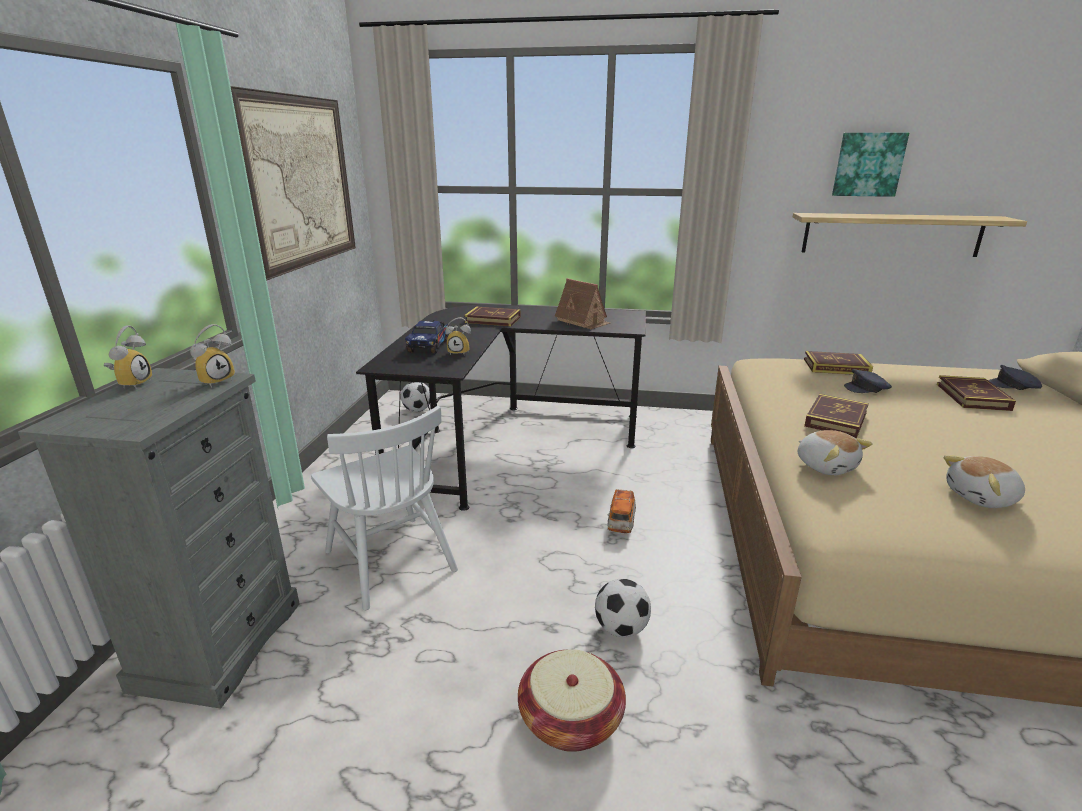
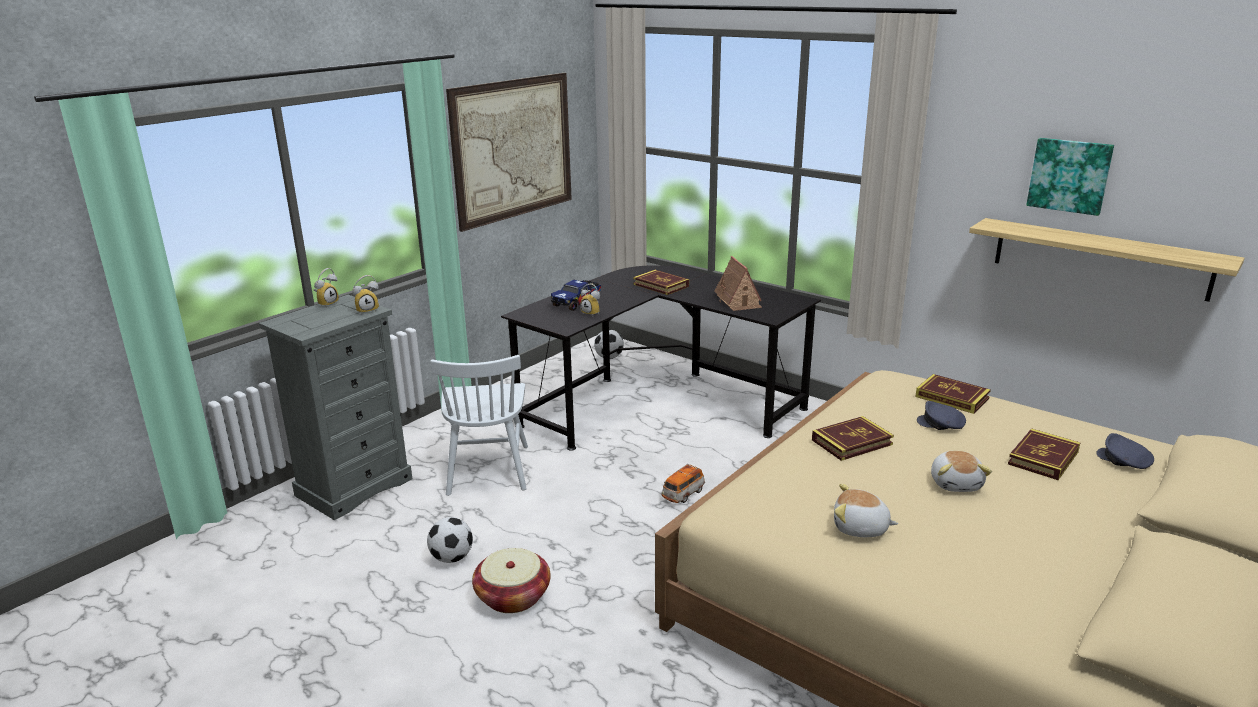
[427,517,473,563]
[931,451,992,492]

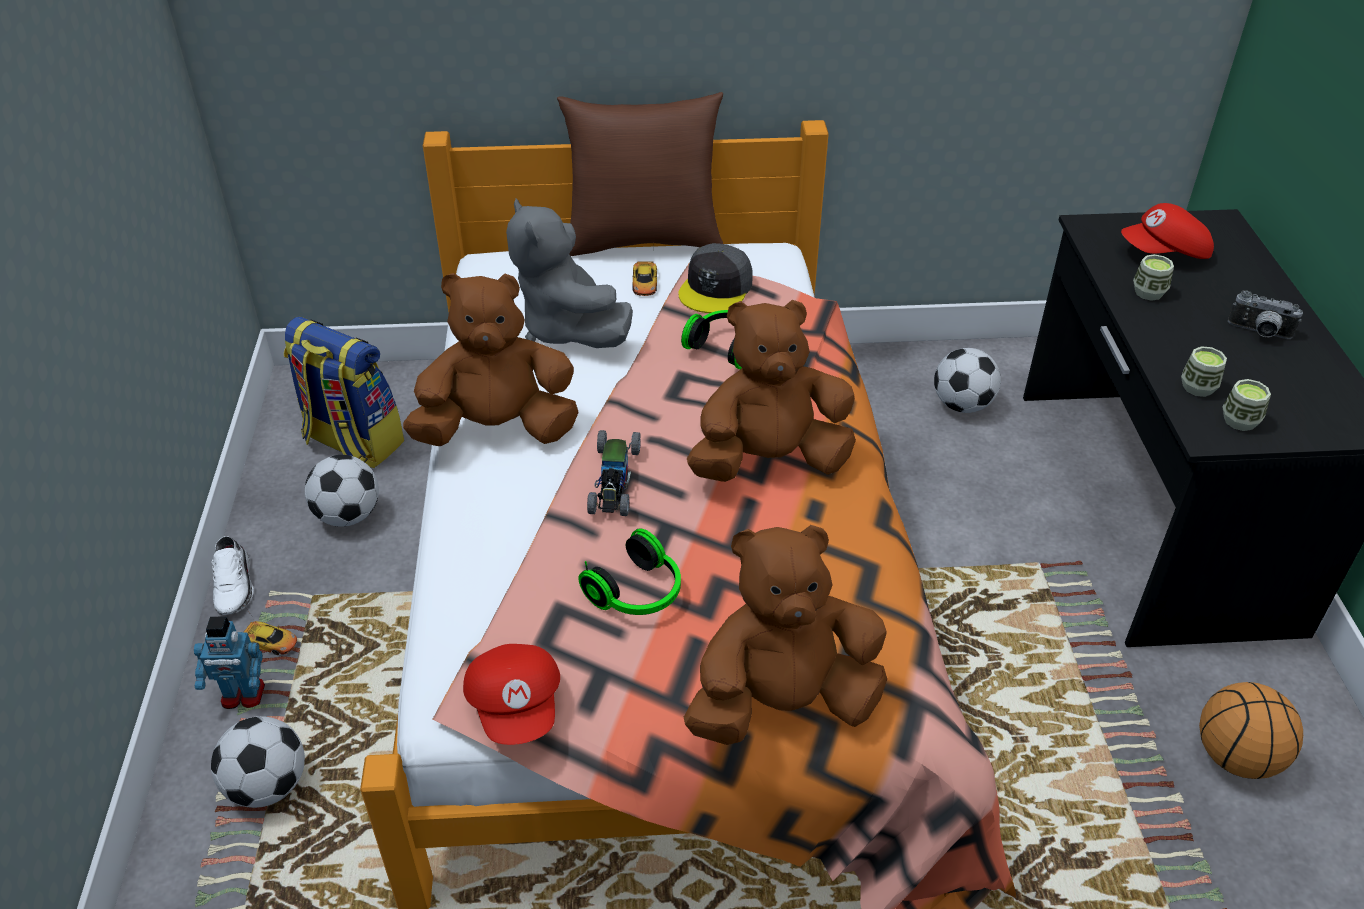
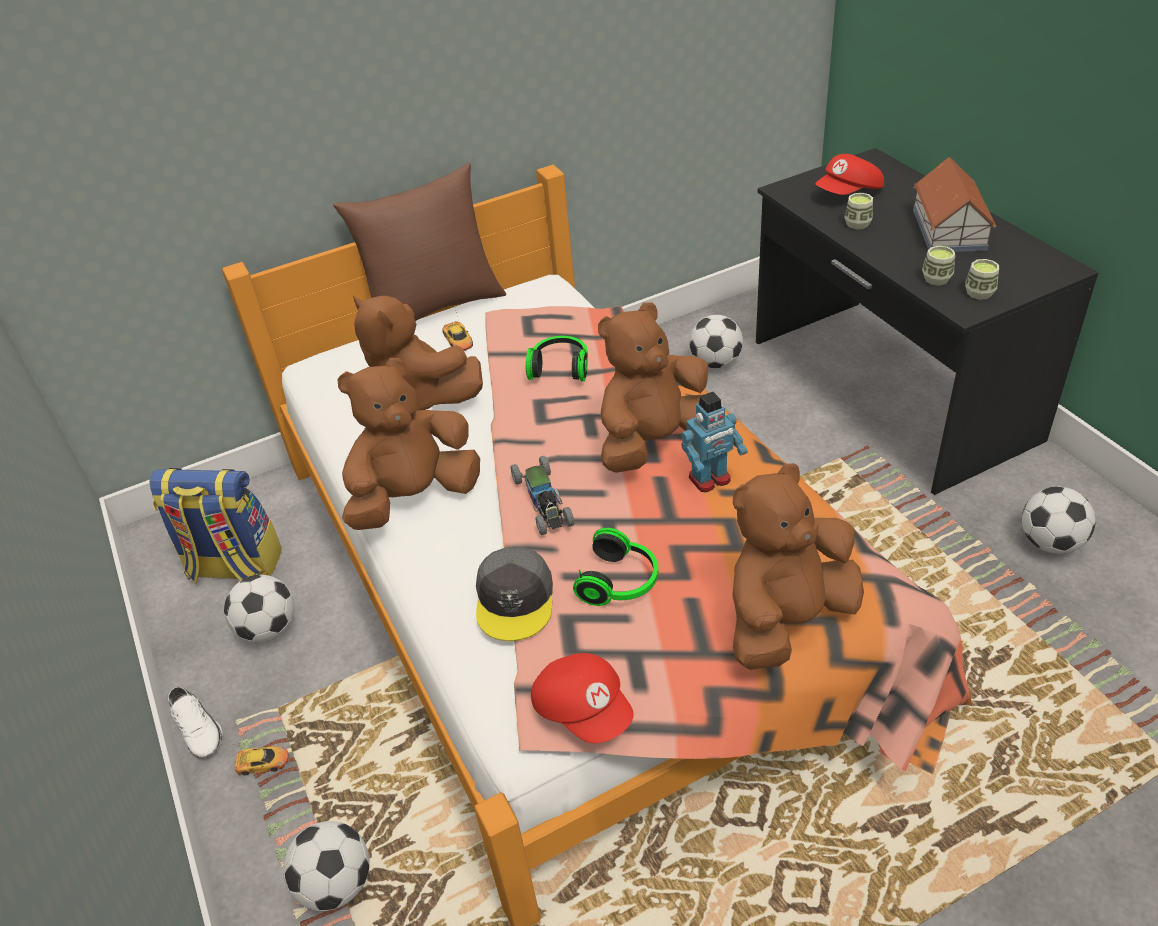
[681,392,748,492]
[353,296,483,410]
[476,547,553,641]
[1022,487,1096,554]
[913,157,996,252]

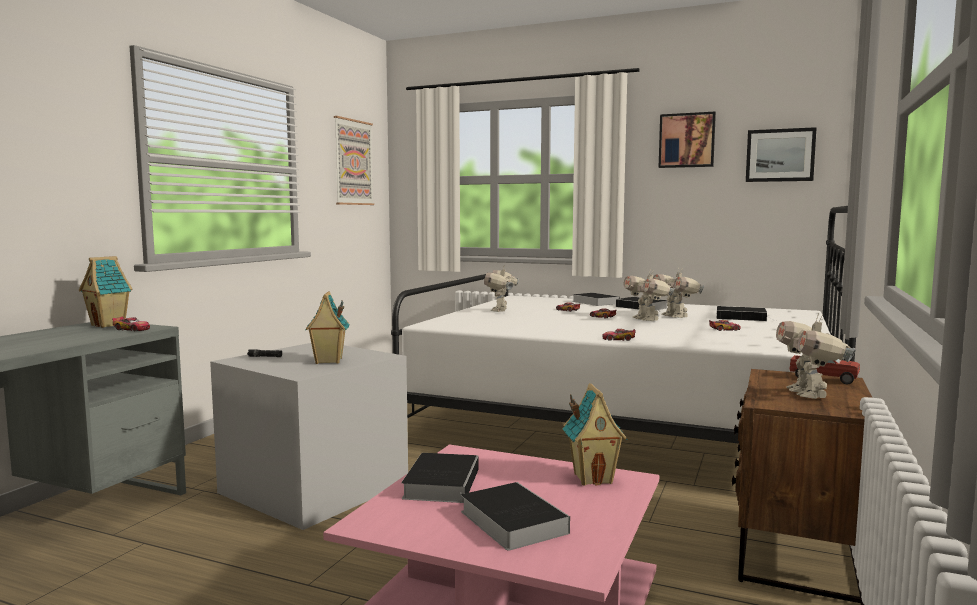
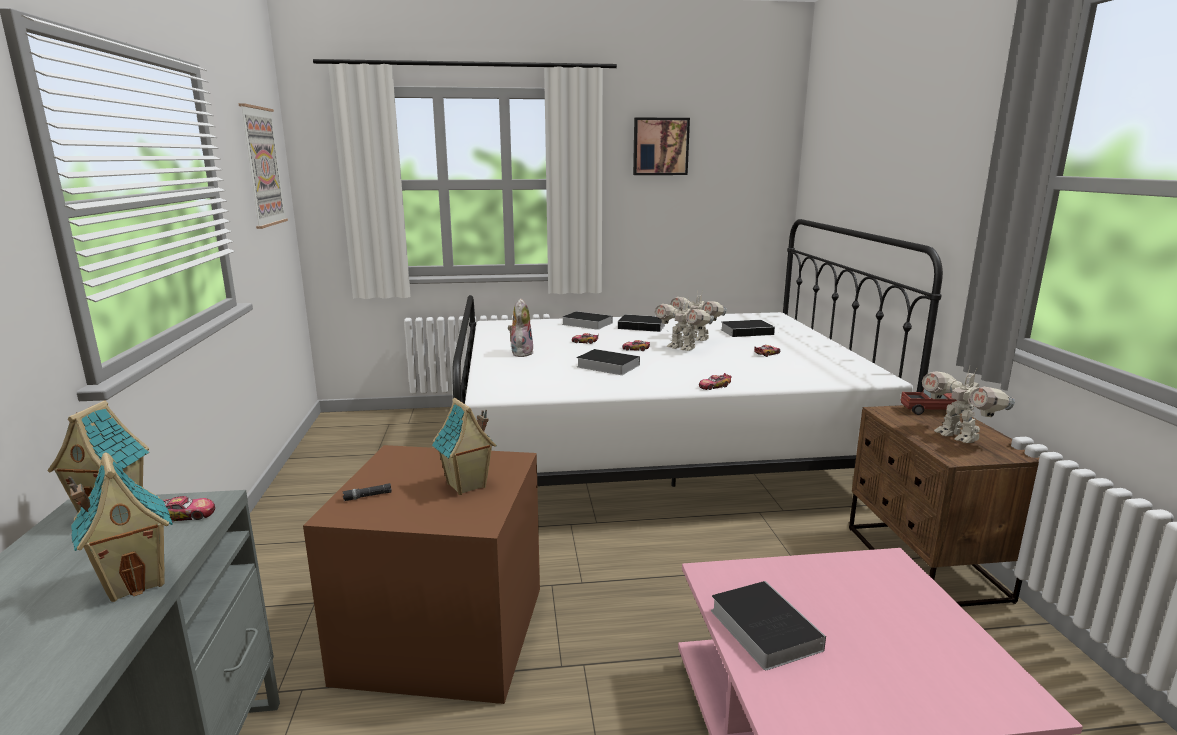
[303,445,540,704]
[576,349,640,375]
[508,299,533,357]
[68,453,173,602]
[746,127,817,182] (first image)

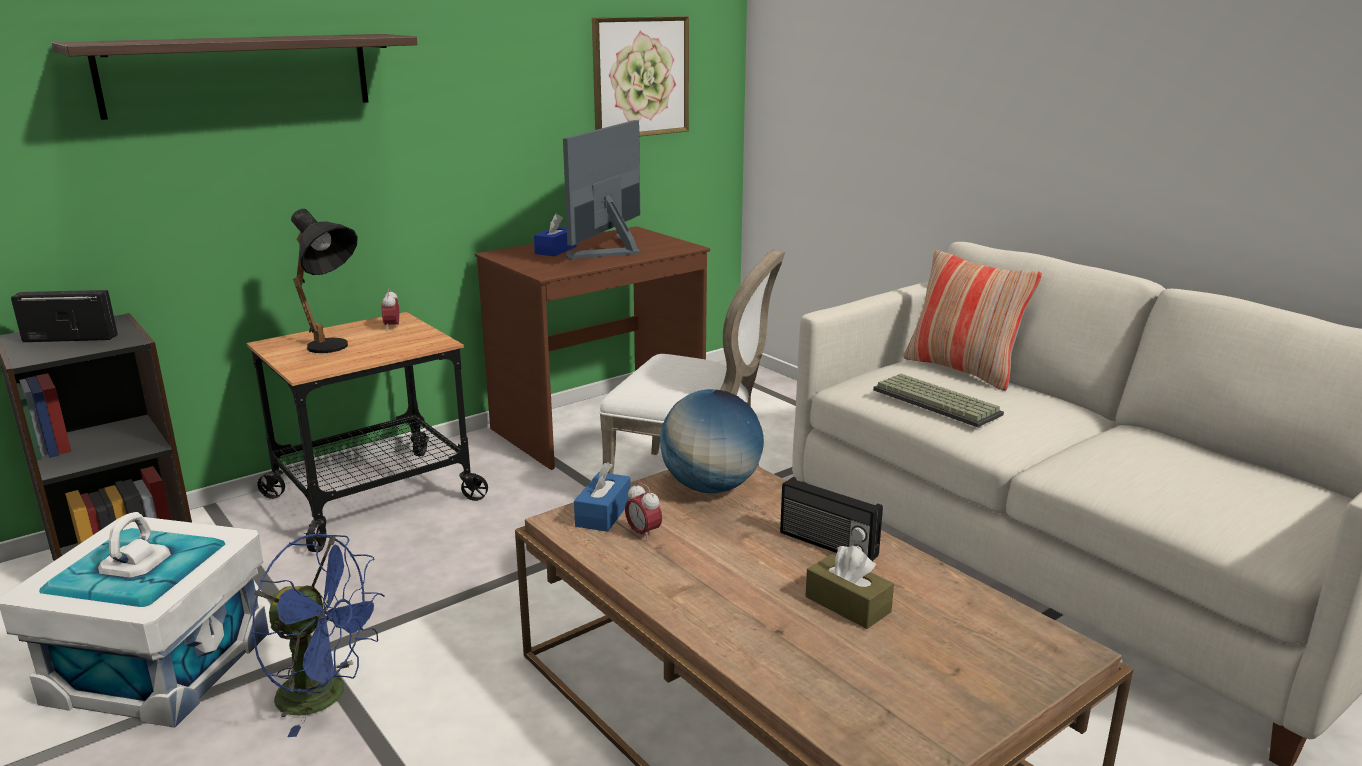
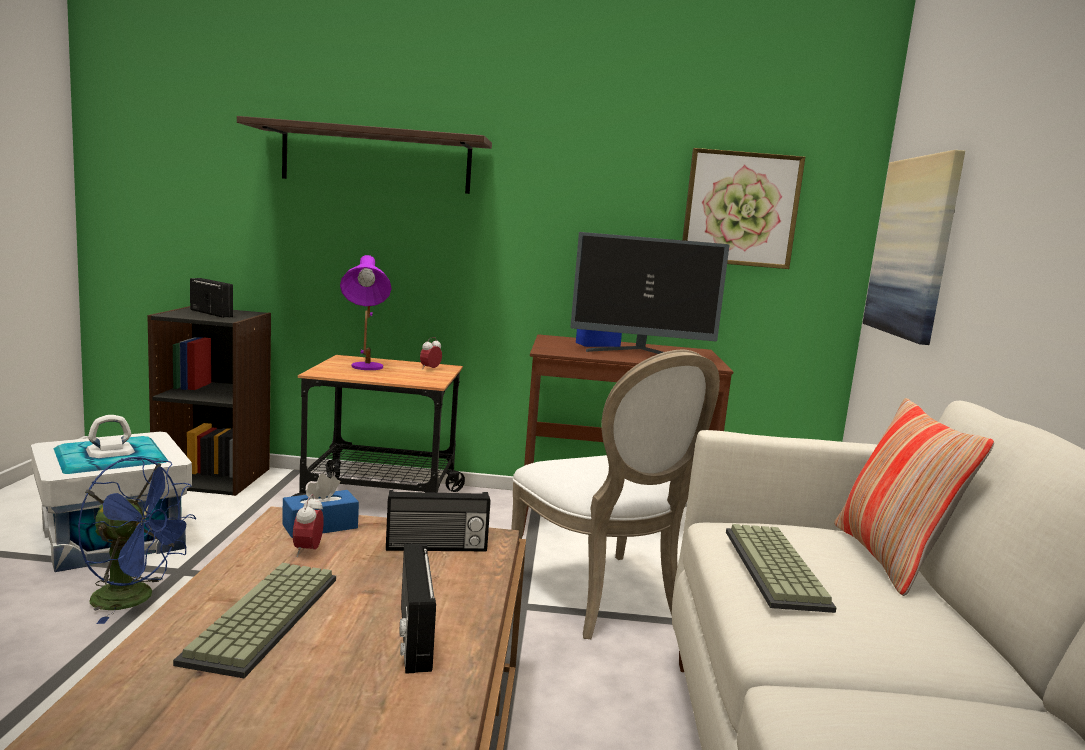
[77,457,196,624]
[340,255,392,370]
[570,232,730,354]
[386,490,490,551]
[805,545,894,629] (first image)
[173,563,336,678]
[863,150,965,345]

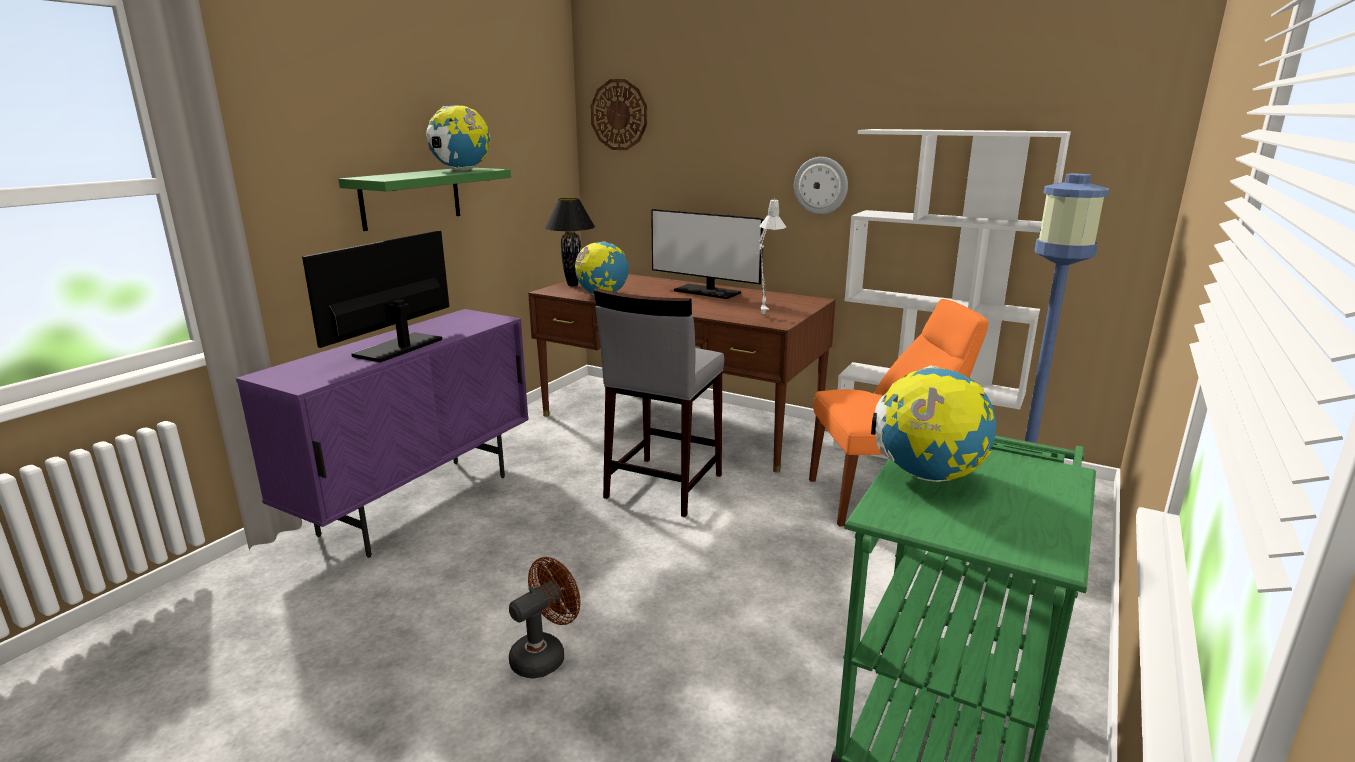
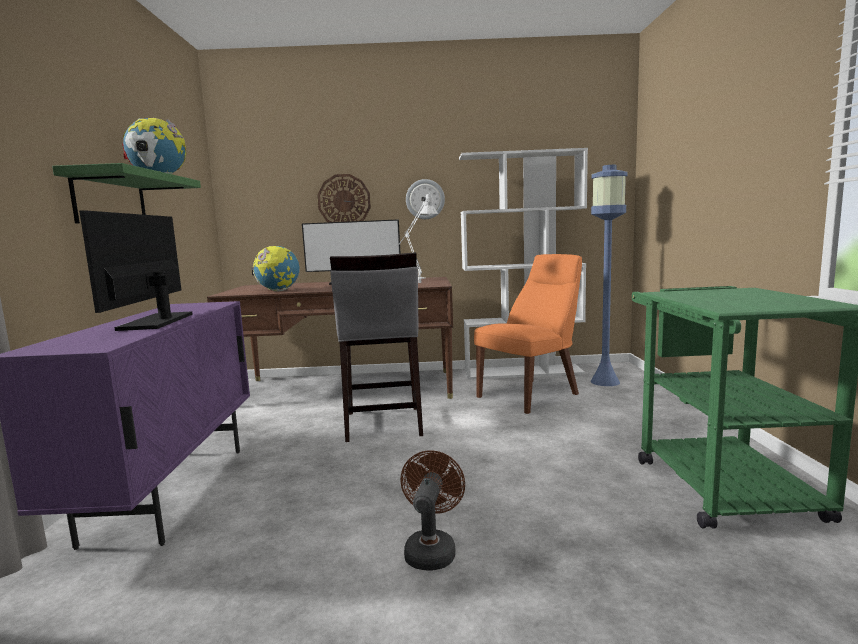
[545,198,595,286] (first image)
[317,174,371,222]
[871,365,996,482] (first image)

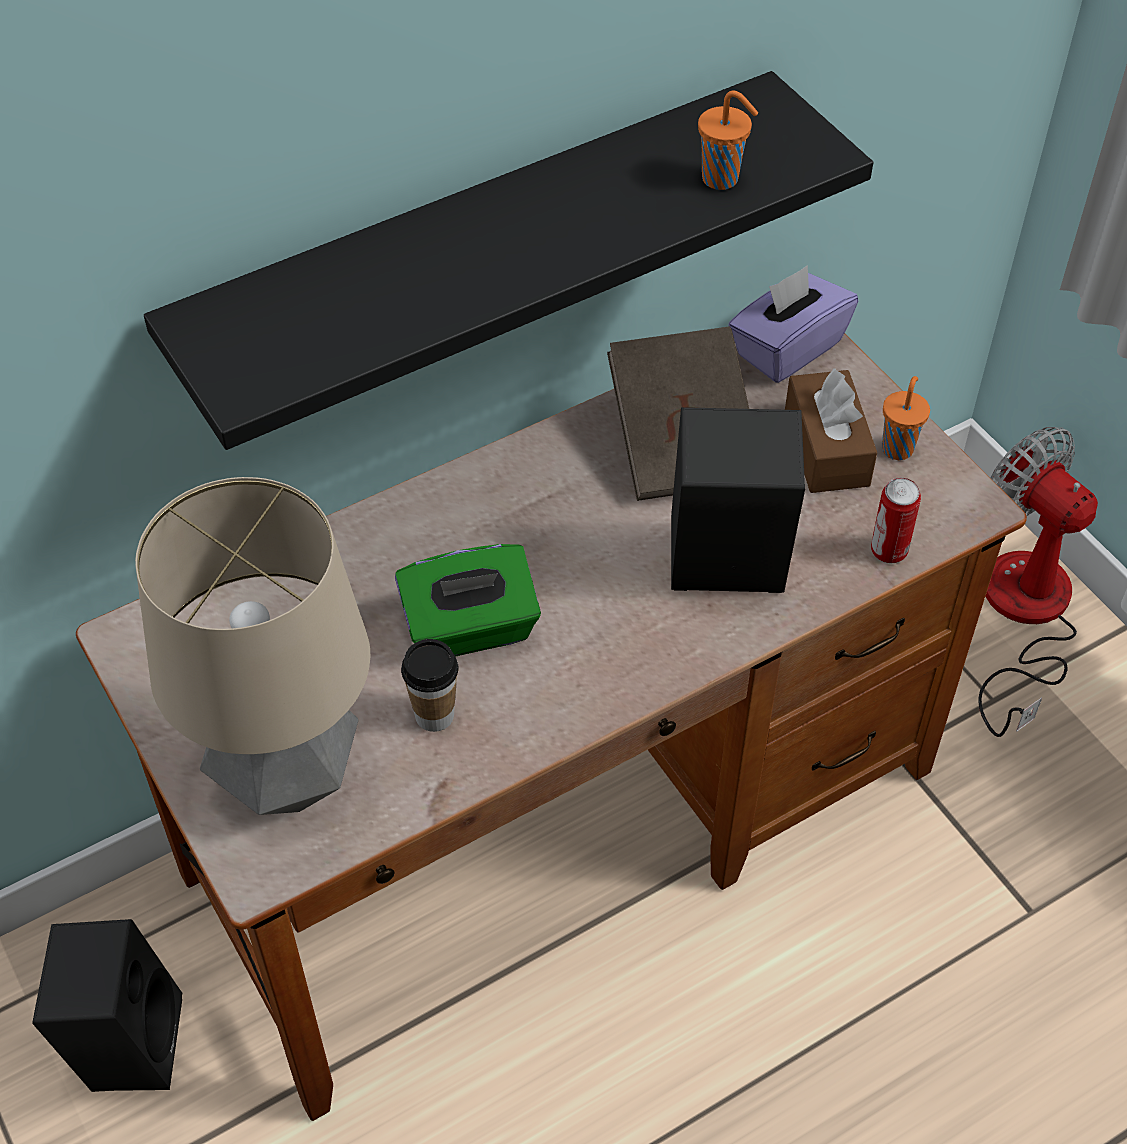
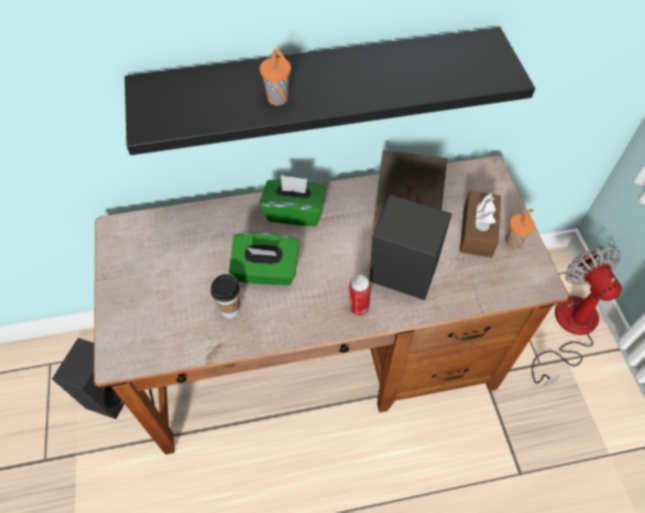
[135,477,370,815] (first image)
[260,49,291,106]
[728,265,858,383] (first image)
[349,275,371,316]
[259,175,326,226]

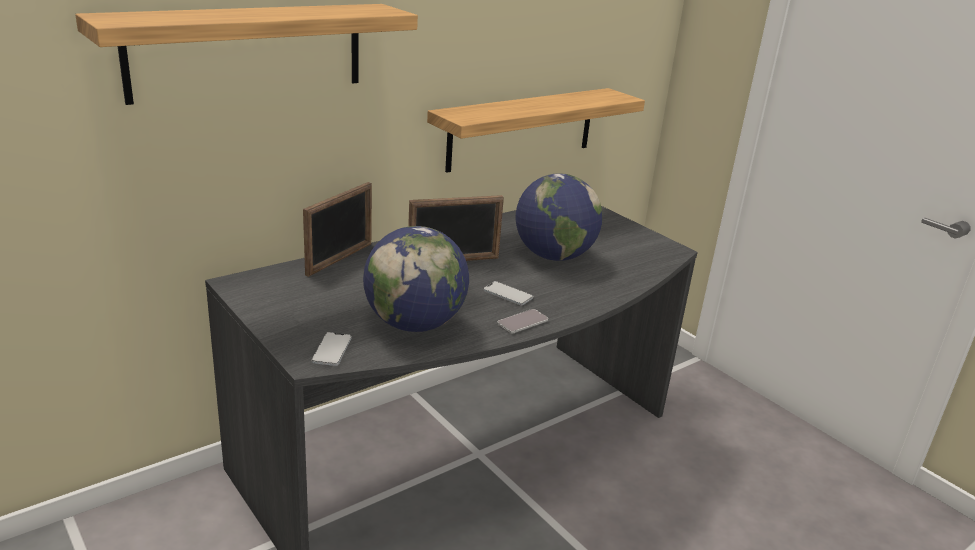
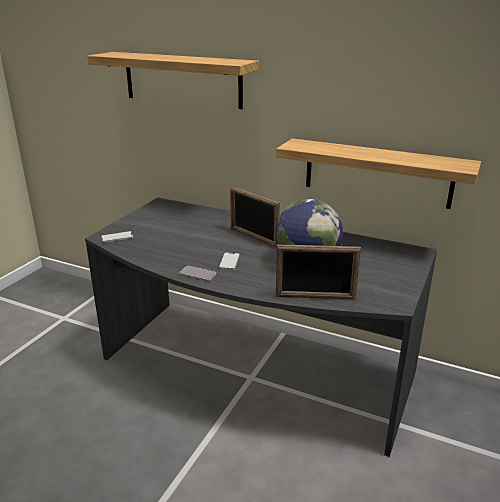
[276,244,361,299]
[363,226,469,332] (first image)

